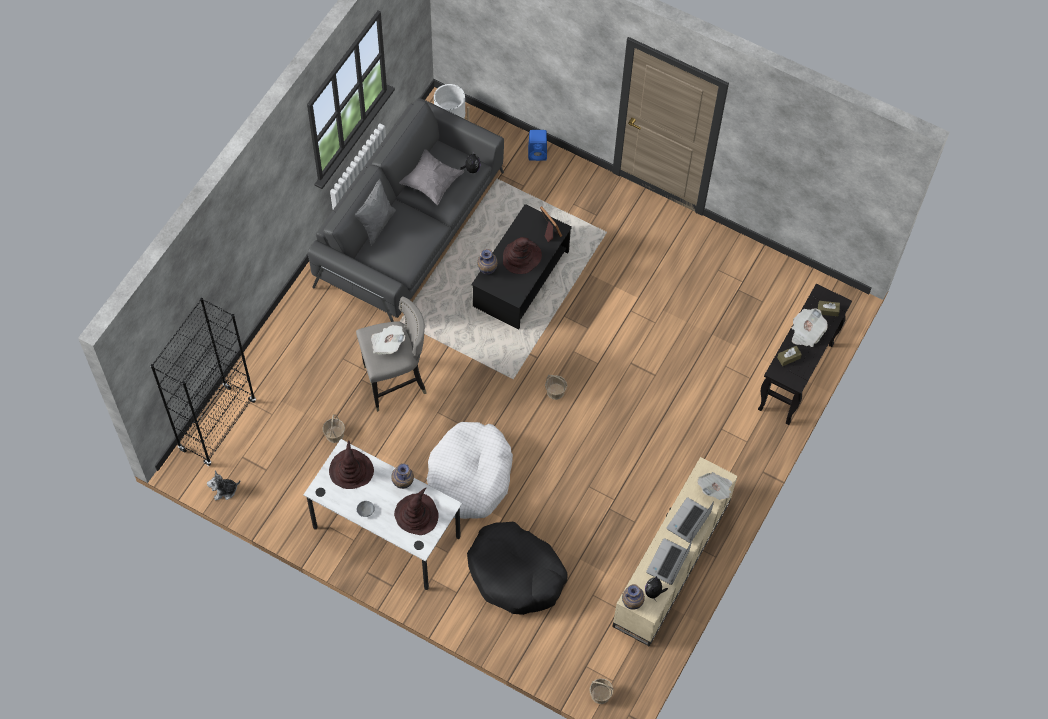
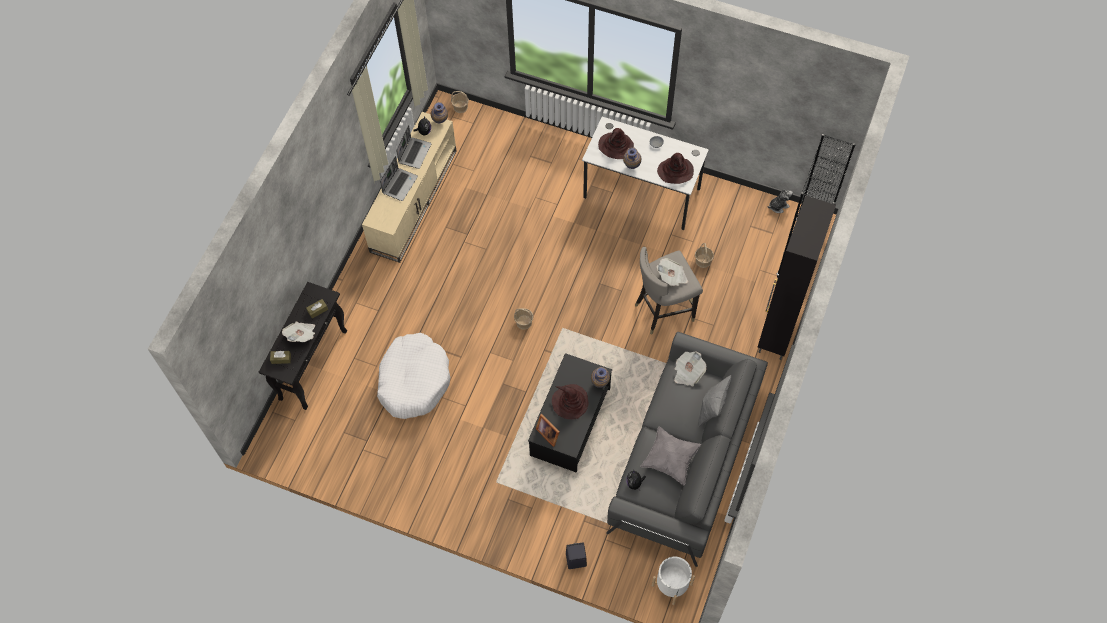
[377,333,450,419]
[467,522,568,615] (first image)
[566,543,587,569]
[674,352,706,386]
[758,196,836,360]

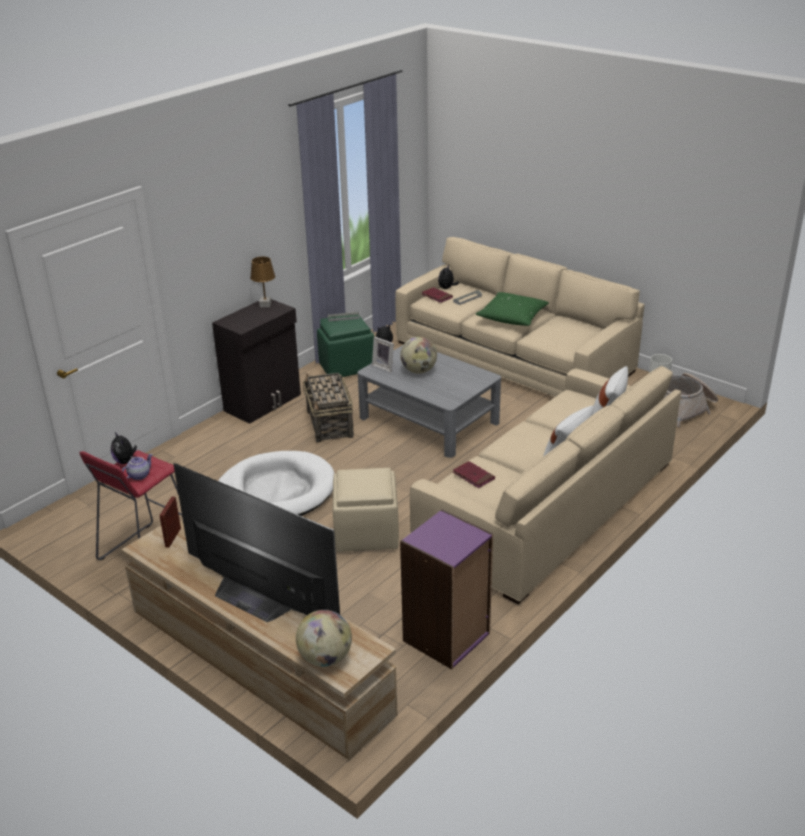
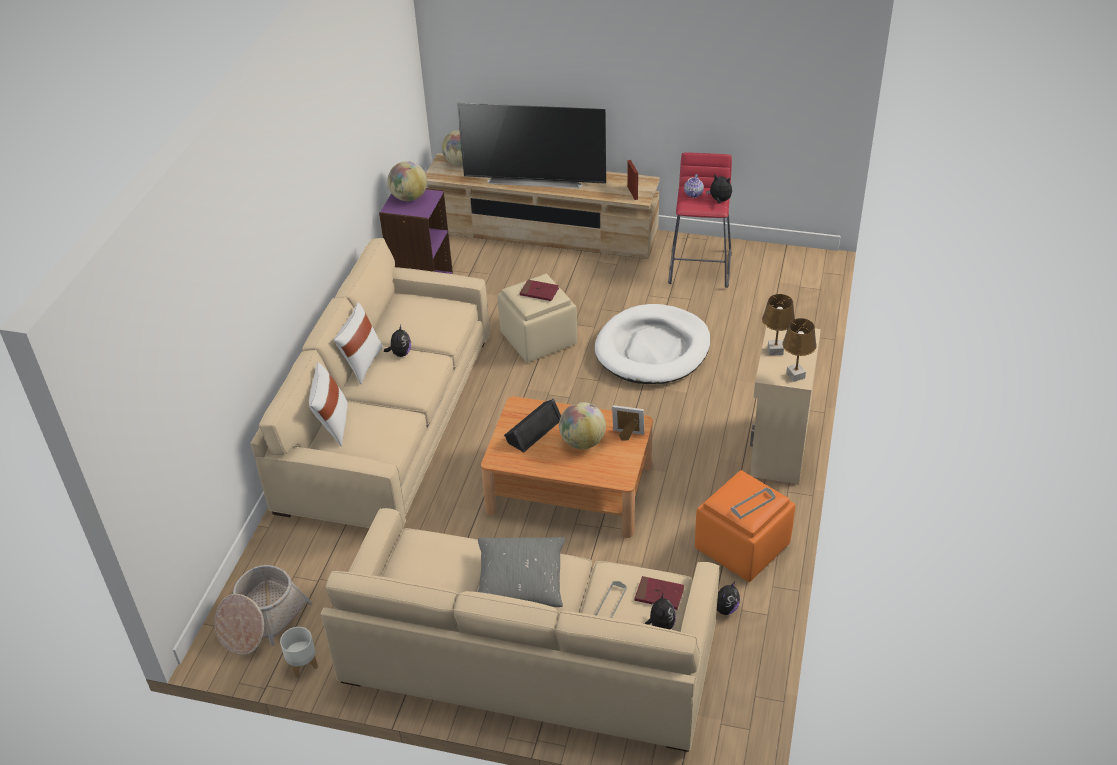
[750,327,821,484]
[303,373,354,443] (first image)
[695,470,796,582]
[481,396,653,538]
[520,280,559,301]
[478,537,565,607]
[384,325,411,357]
[387,161,427,201]
[504,398,561,453]
[762,294,795,355]

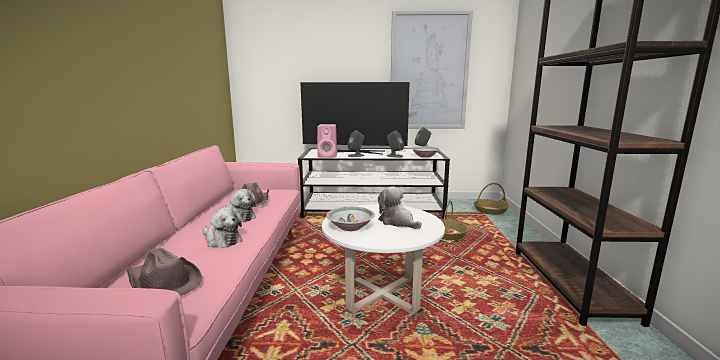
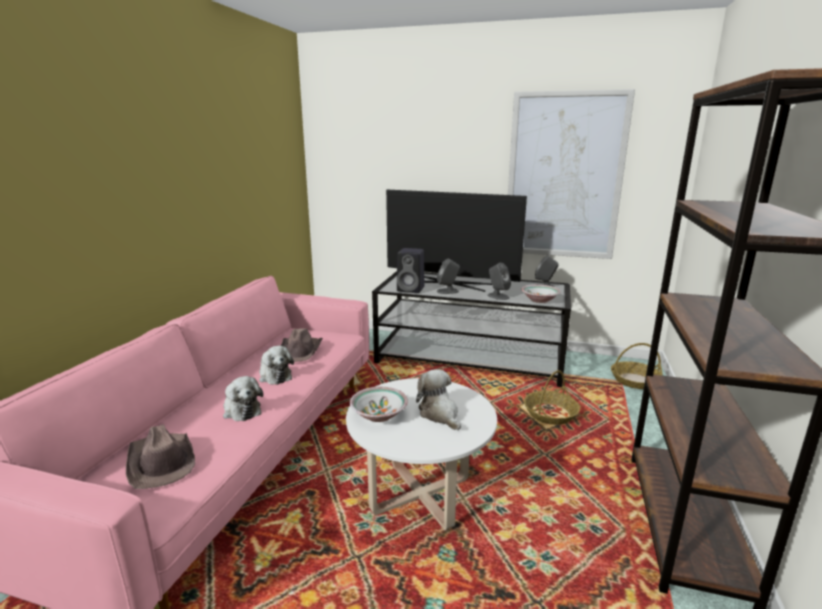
[397,248,424,293]

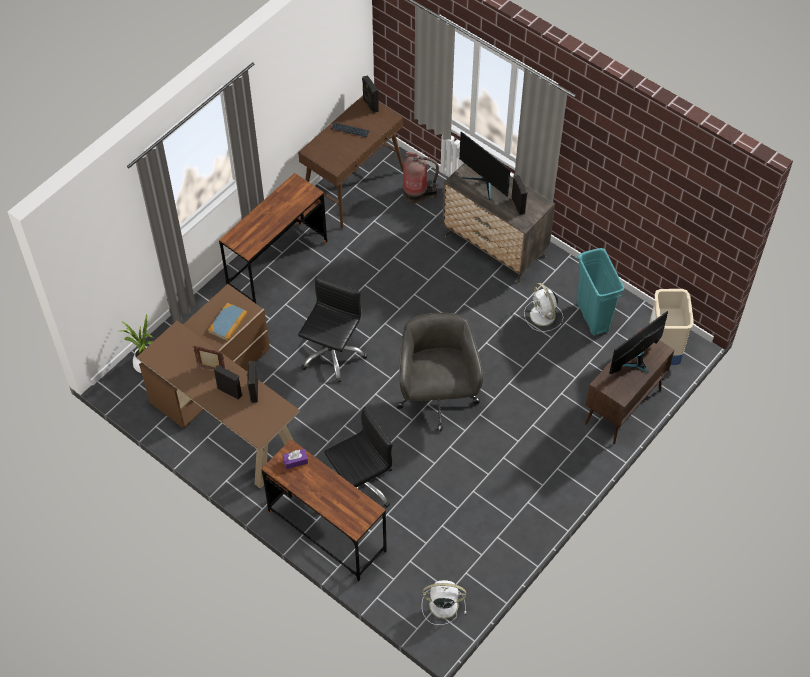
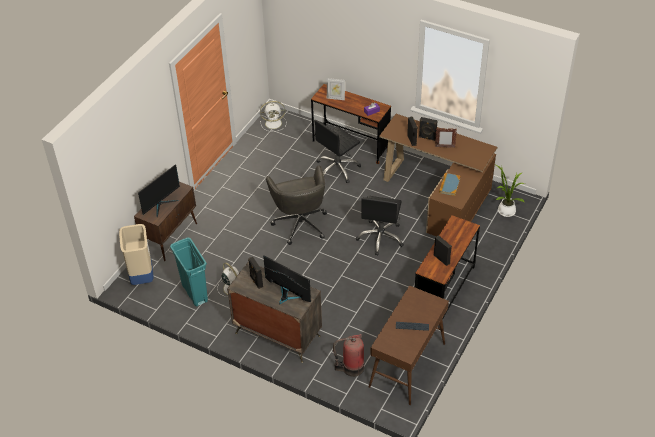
[434,235,452,266]
[327,78,345,100]

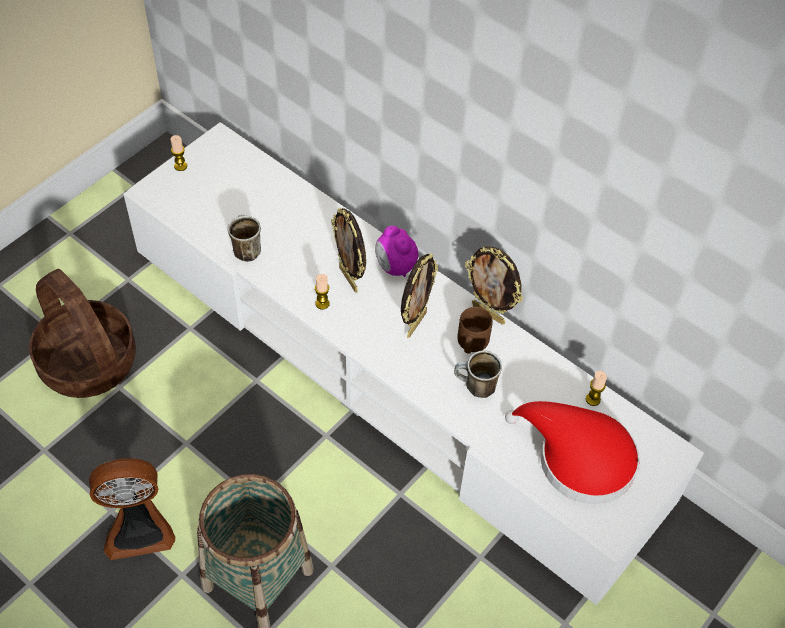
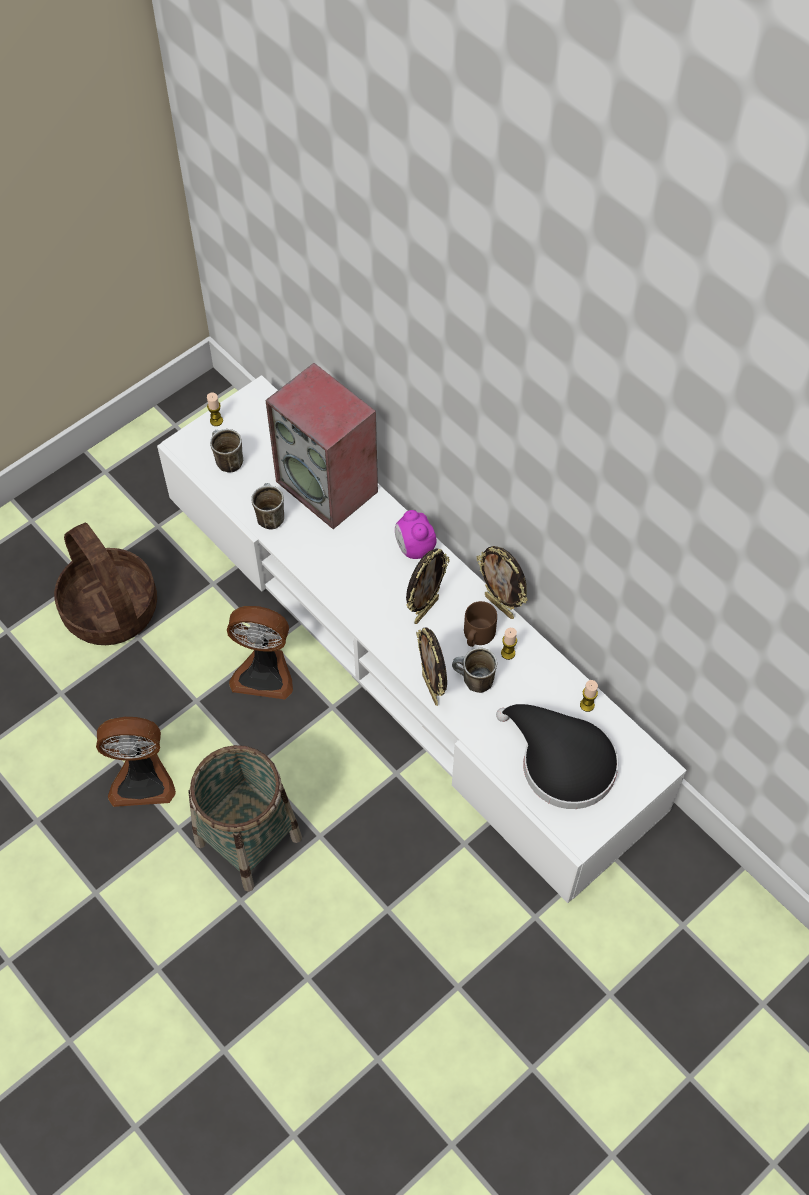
[501,628,517,660]
[416,627,447,706]
[496,704,619,809]
[210,429,243,473]
[227,606,293,699]
[265,363,378,529]

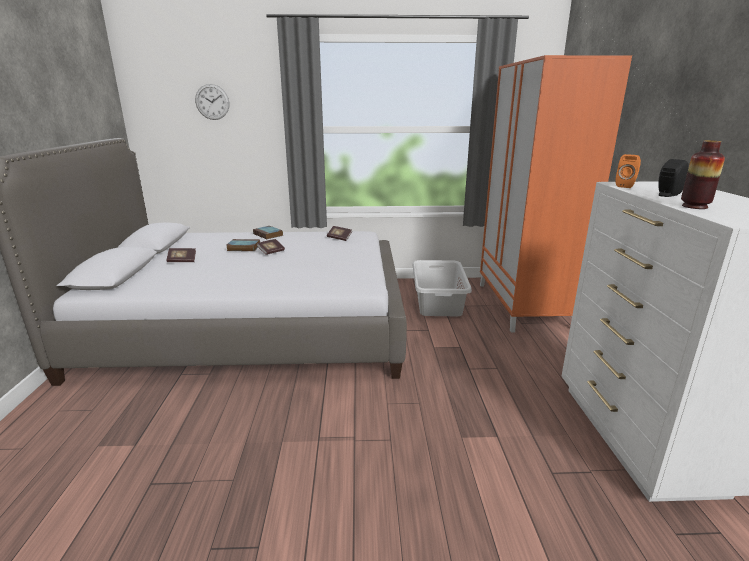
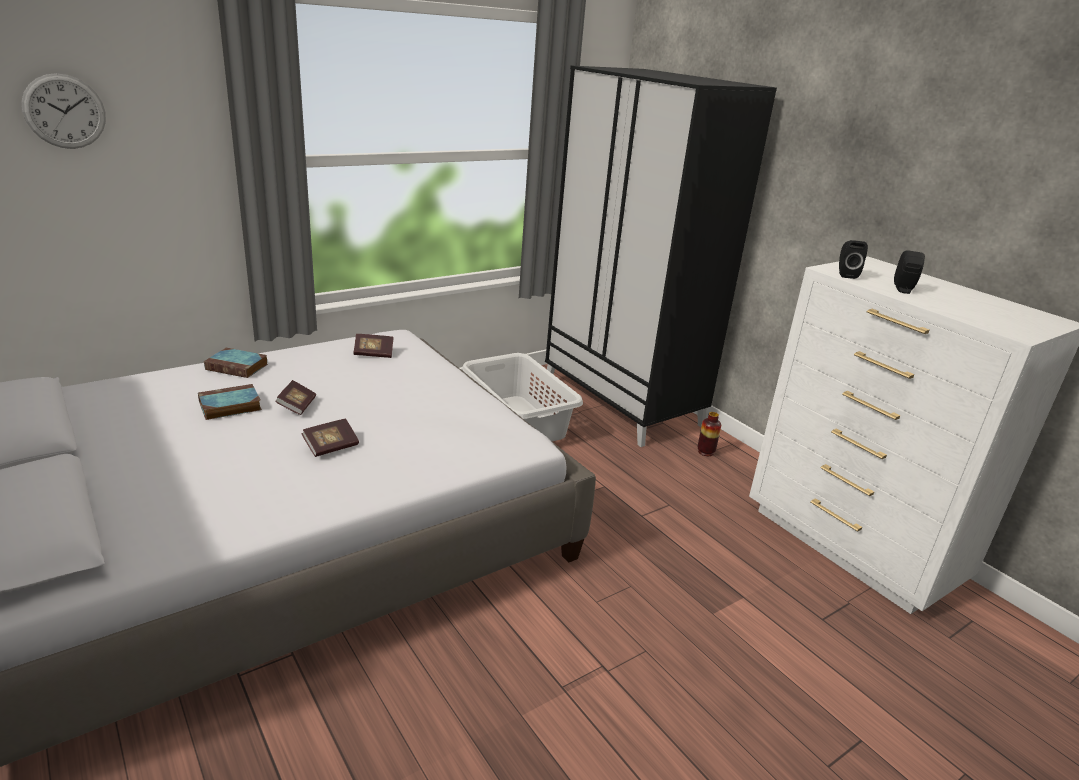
[301,418,359,457]
[545,66,777,447]
[839,240,868,279]
[698,412,721,456]

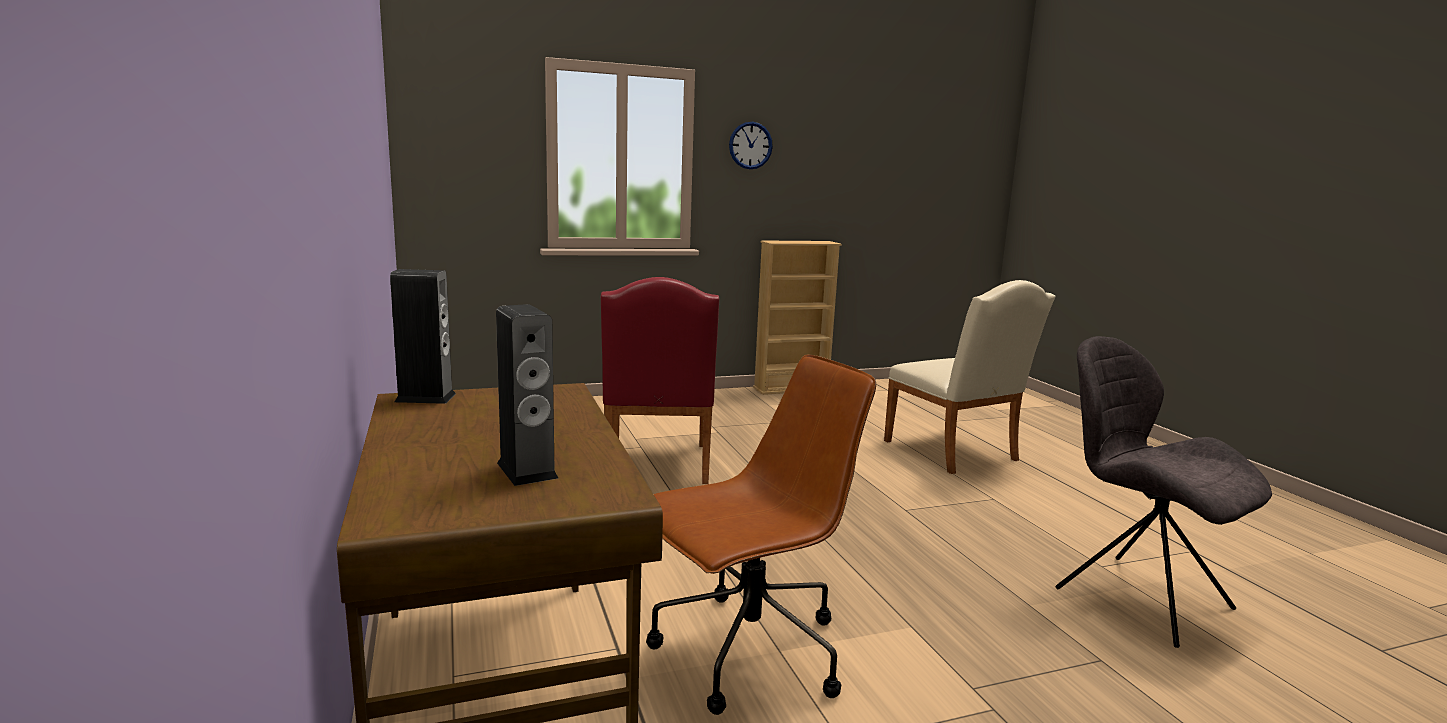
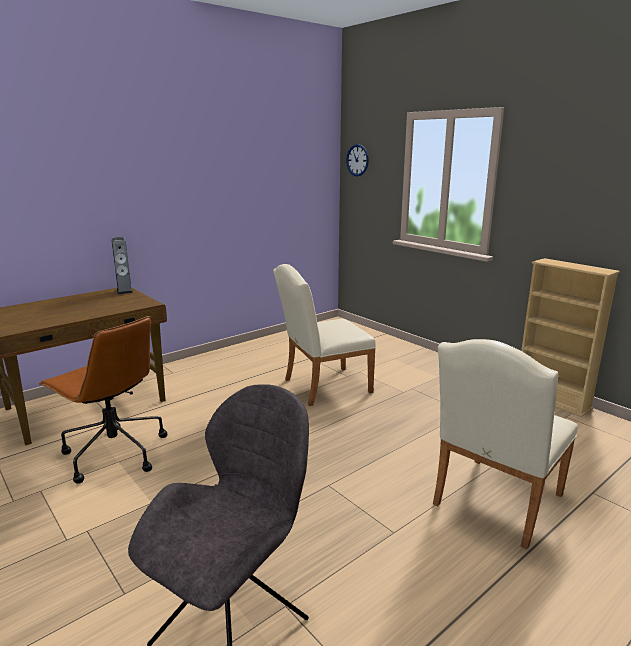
[496,304,558,486] (first image)
[273,264,376,406]
[346,144,369,176]

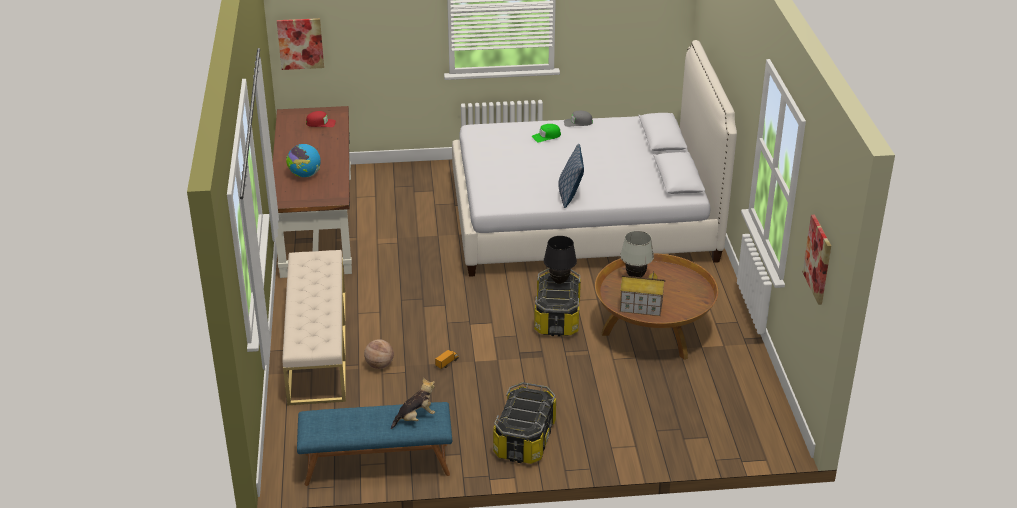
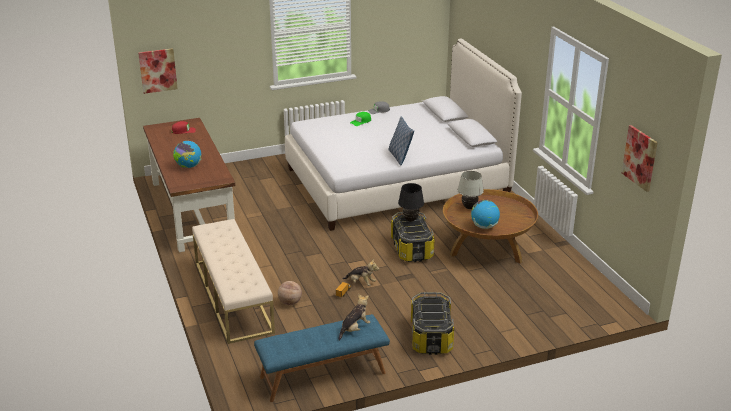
[471,200,500,229]
[343,259,379,286]

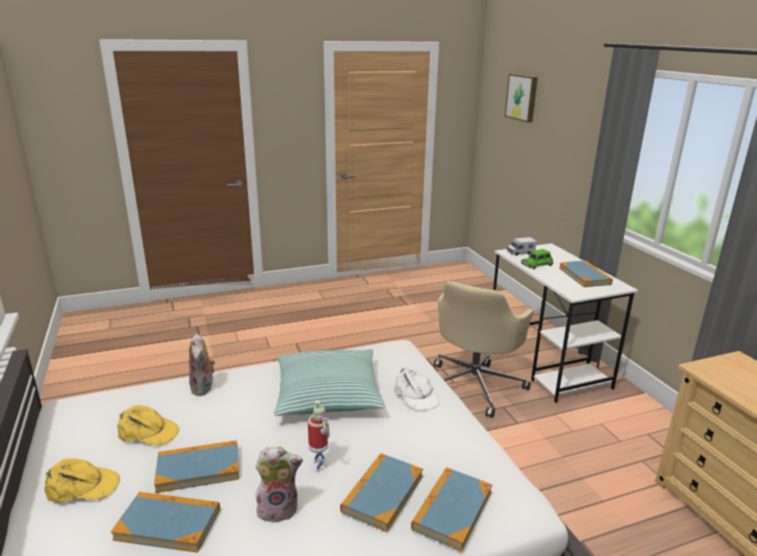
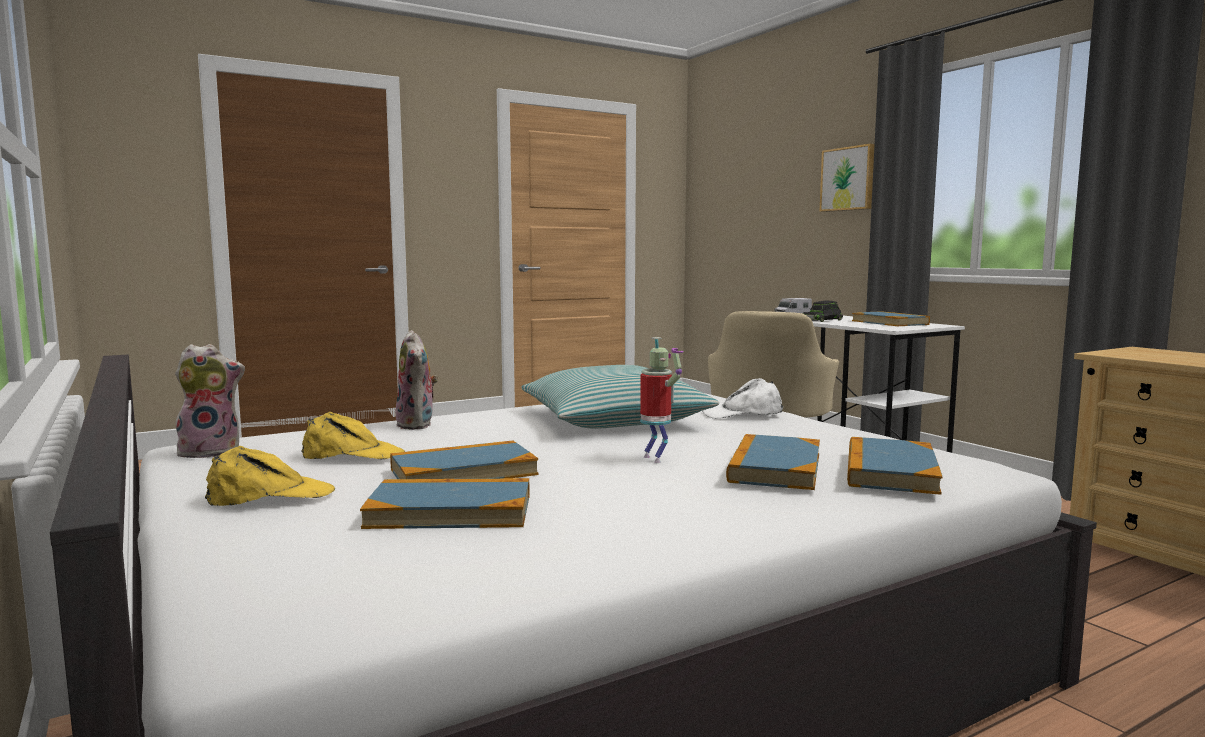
[175,344,245,458]
[702,378,783,419]
[819,144,875,212]
[803,300,843,322]

